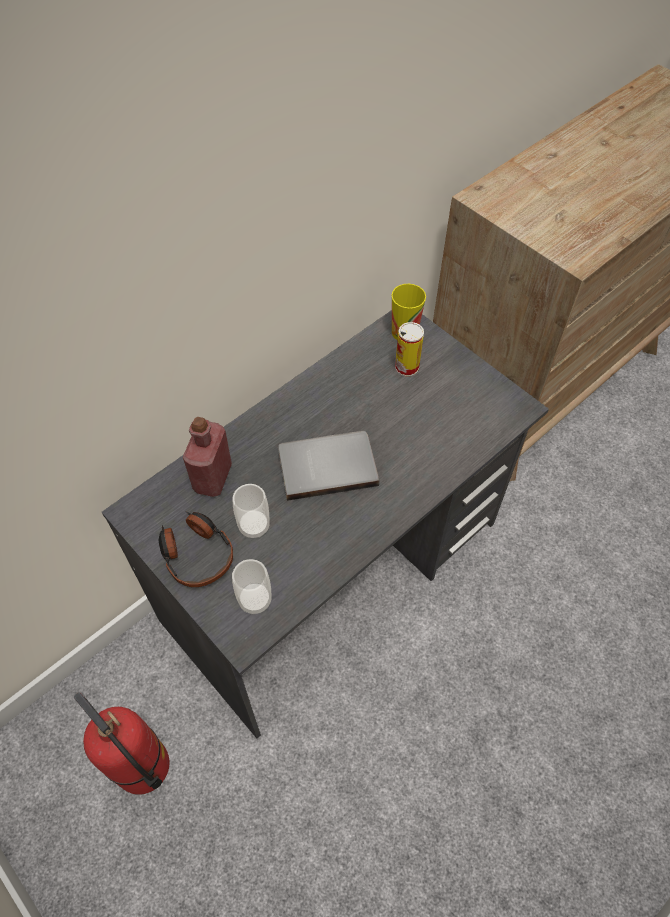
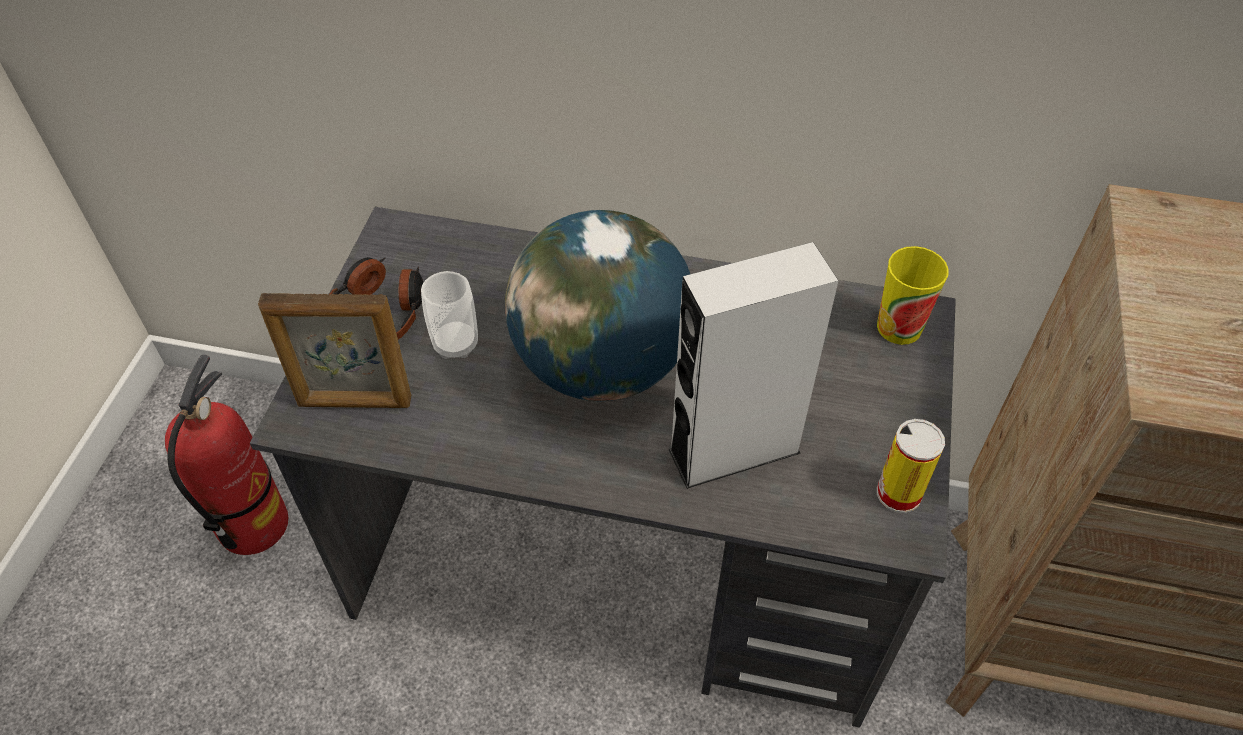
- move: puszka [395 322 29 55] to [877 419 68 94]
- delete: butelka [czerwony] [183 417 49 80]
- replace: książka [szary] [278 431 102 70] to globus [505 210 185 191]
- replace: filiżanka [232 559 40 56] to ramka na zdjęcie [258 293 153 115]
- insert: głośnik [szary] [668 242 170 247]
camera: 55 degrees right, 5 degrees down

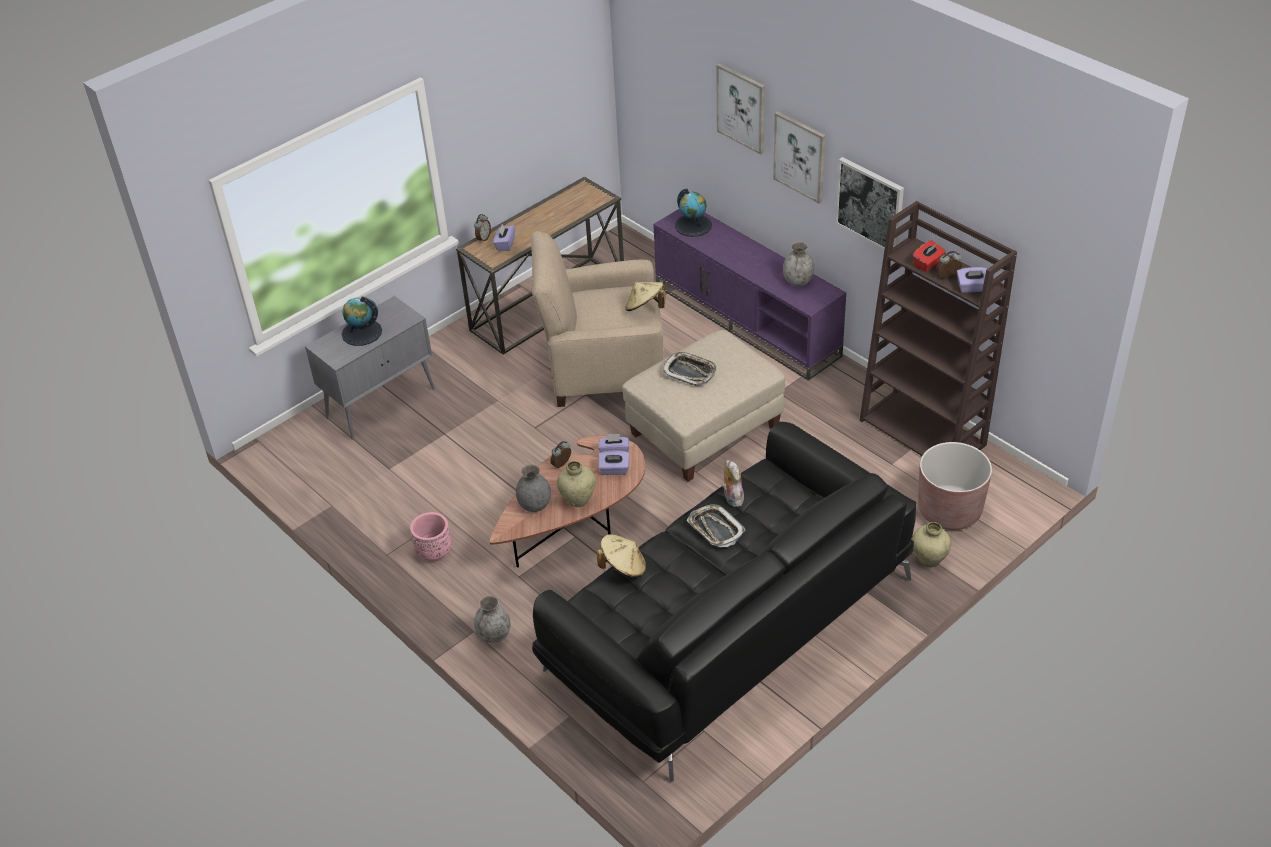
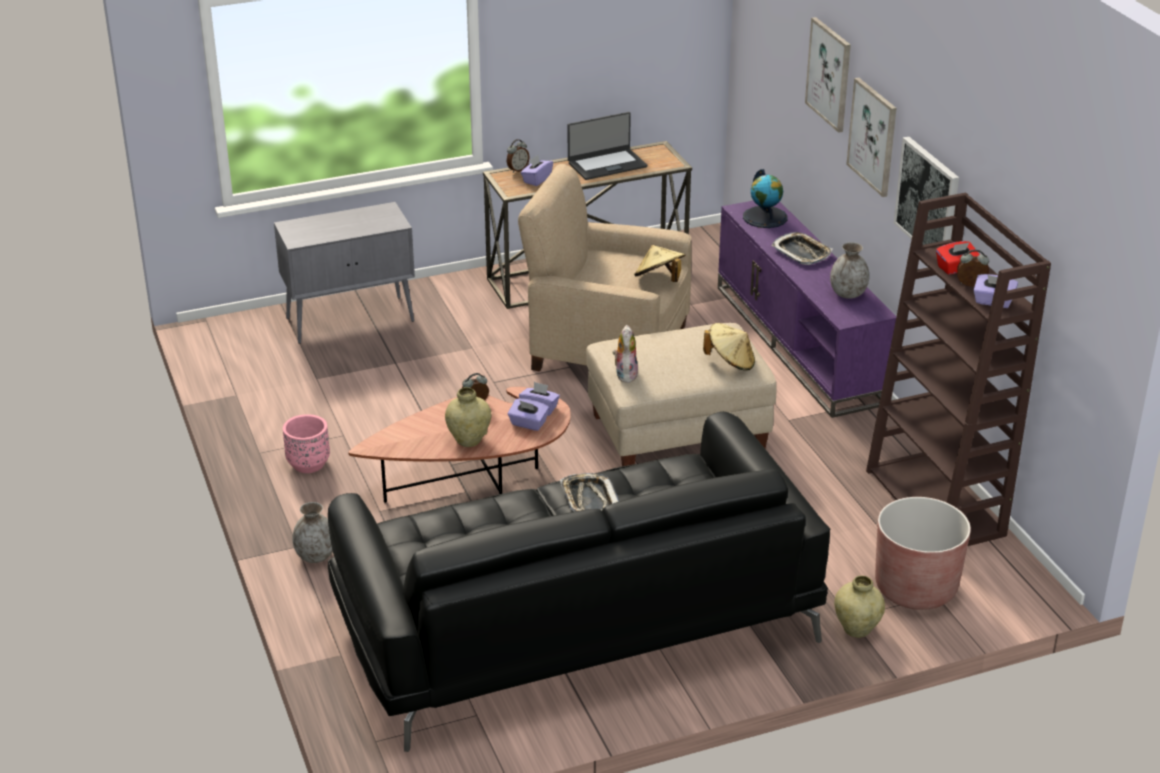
- delete: globus [342 296 40 50]
- move: taca [663 352 54 34] to [771 232 61 33]
- move: pluszak [722 460 24 47] to [613 325 25 58]
- delete: wazon [szary] [516 464 35 48]
- move: kapelusz [beżowy] [597 534 49 43] to [703 323 52 48]
- insert: laptop [568 112 79 68]
camera: 20 degrees right, 10 degrees down

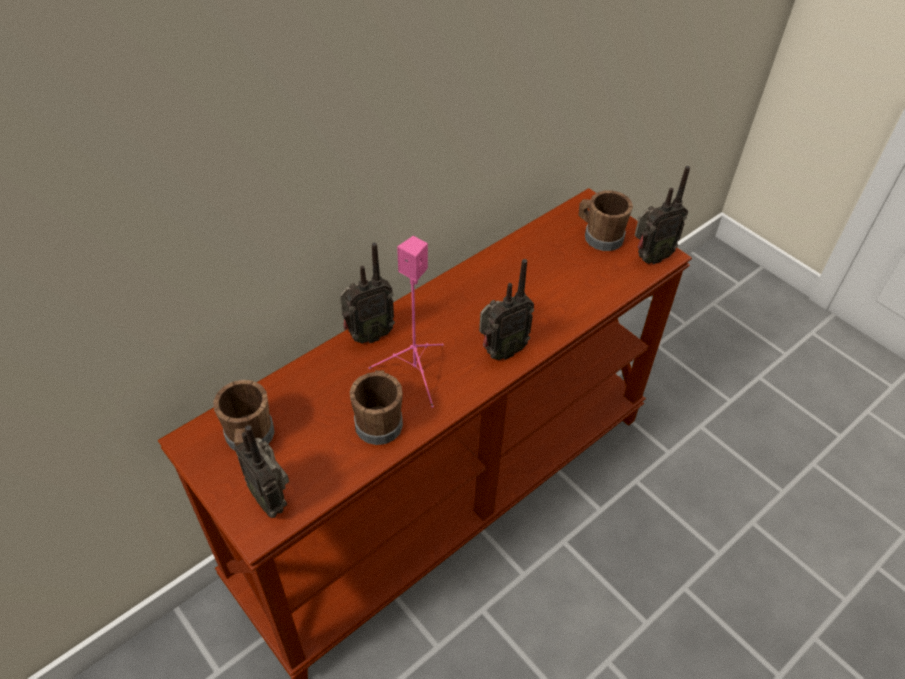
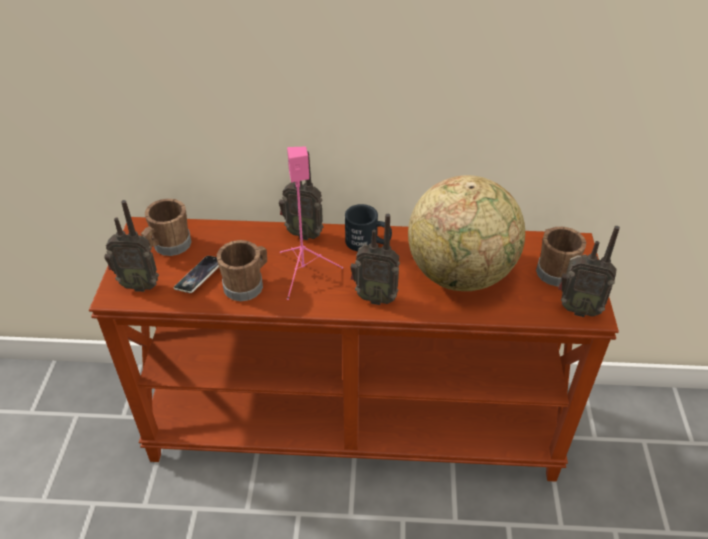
- rotate: radio [234 425 55 93] = [104 200 55 92] 90 degrees counterclockwise
- insert: globus [408 175 117 116]
- insert: kubek [czarny] [345 204 47 47]
- insert: telefon [174 256 45 37]
camera: 45 degrees right, 5 degrees down

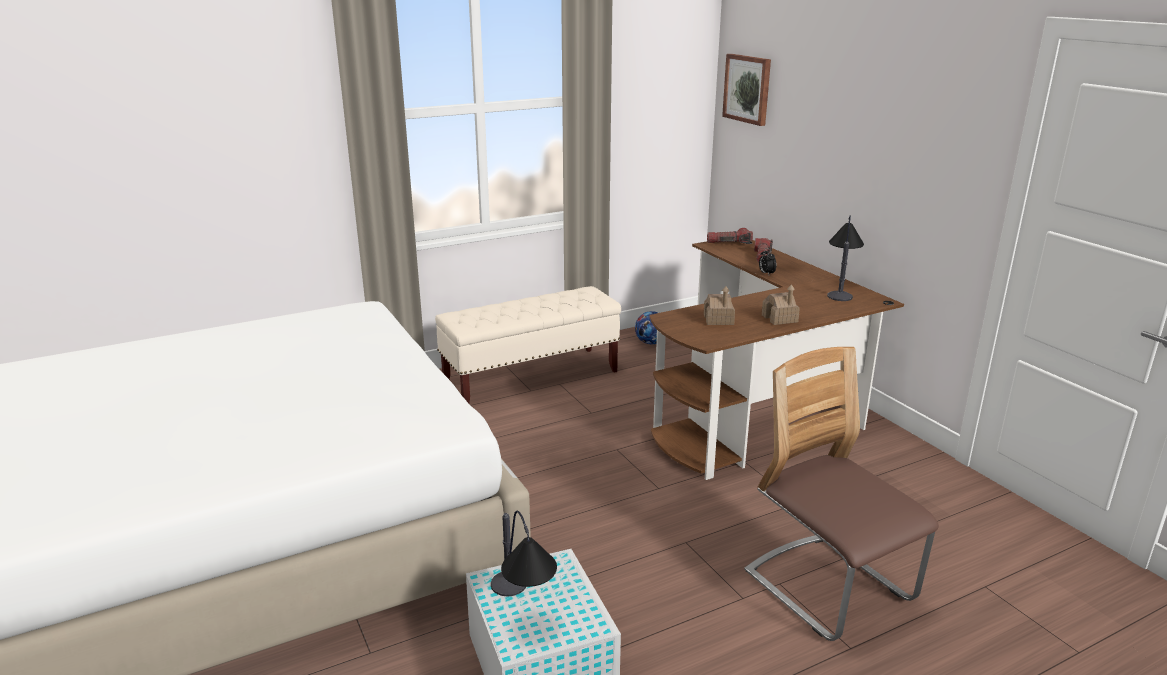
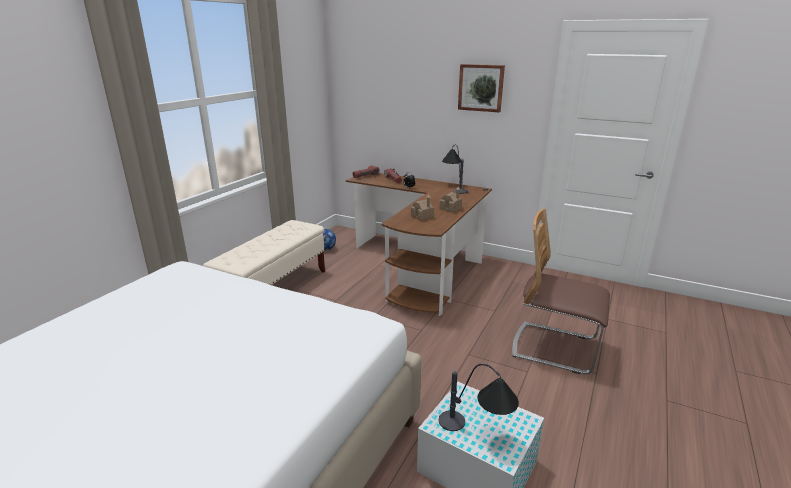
- move: obraz [722 54 49 72] to [458 64 47 48]
camera: 35 degrees left, 0 degrees up

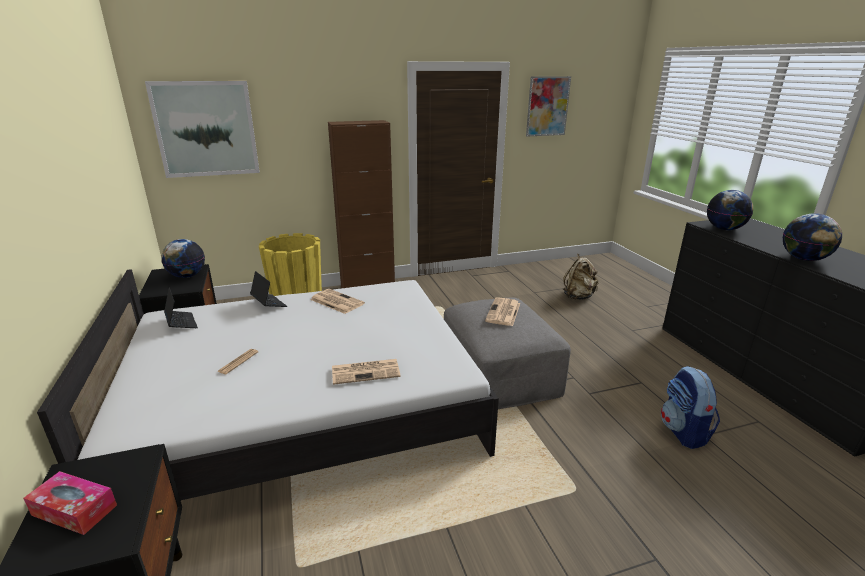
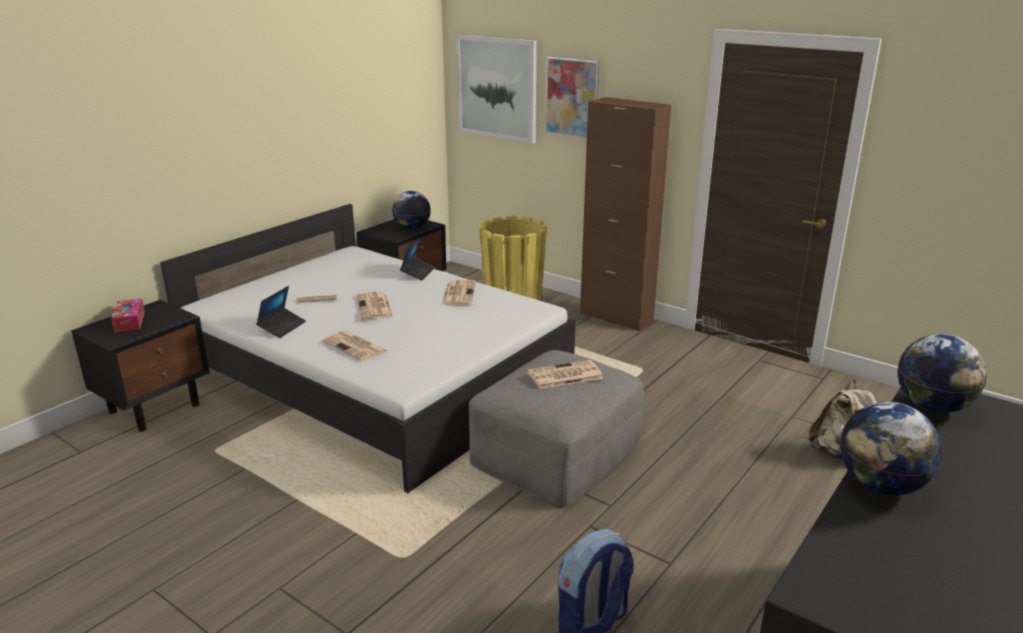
- move: obraz [526 76 45 61] to [546 56 54 84]
- move: laptop [164 287 34 41] to [256 286 50 52]
- insert: gazeta [356 291 37 28]
camera: 55 degrees right, 0 degrees up

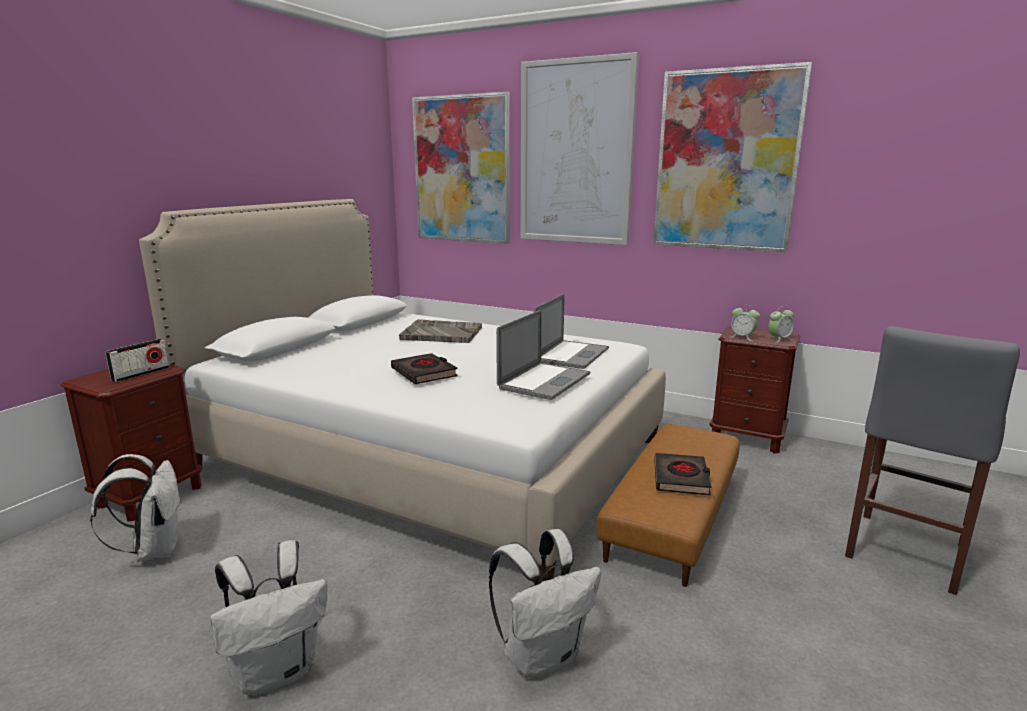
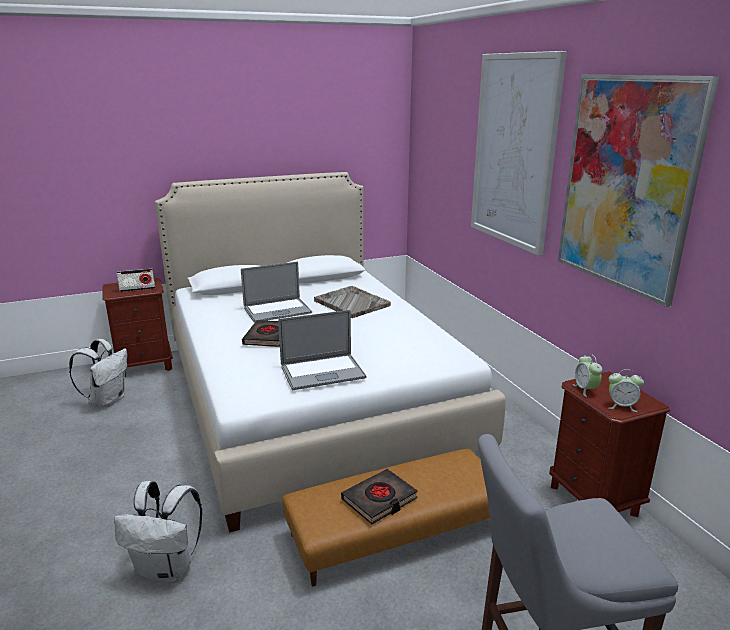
- delete: obraz [412 92 98 152]
- move: laptop [534 294 75 75] to [241 261 71 62]
- delete: plecak [biały] [210 540 117 156]
camera: 40 degrees right, 5 degrees up

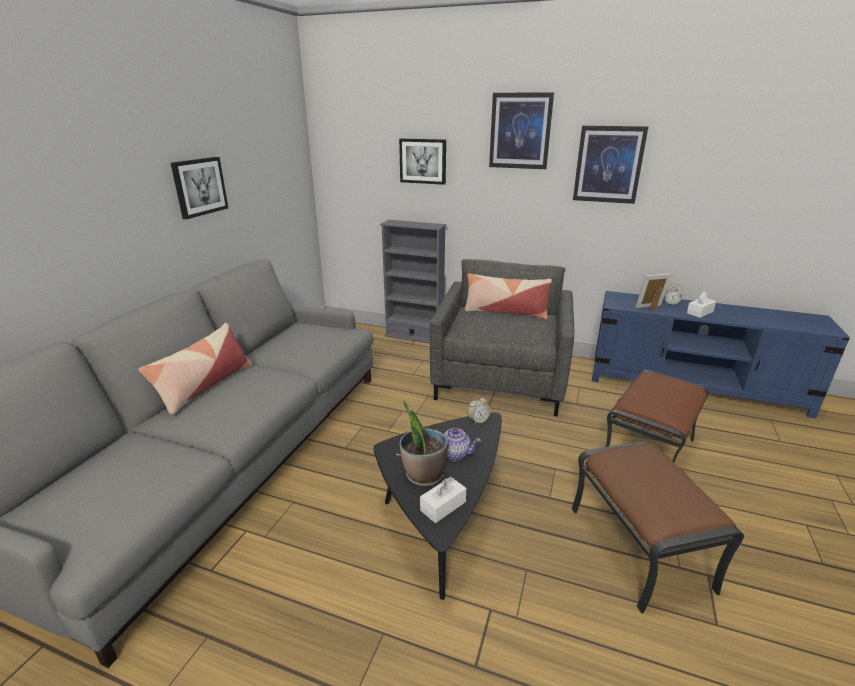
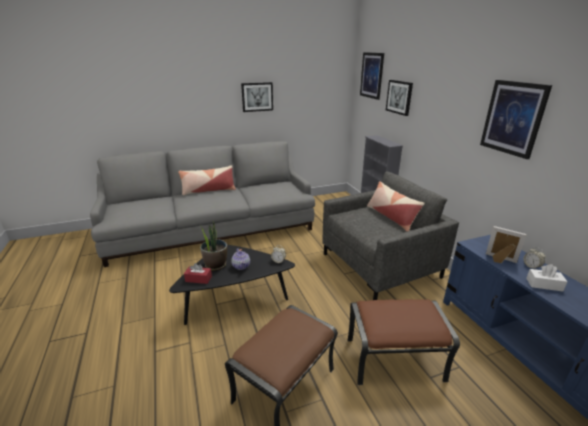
- move: obraz [489 92 65 77] to [360 52 24 48]
- recolor: pudełko chusteczek [biały] [420 477 46 46] to pudełko chusteczek [czerwony] [184 263 28 21]
camera: 50 degrees right, 0 degrees up

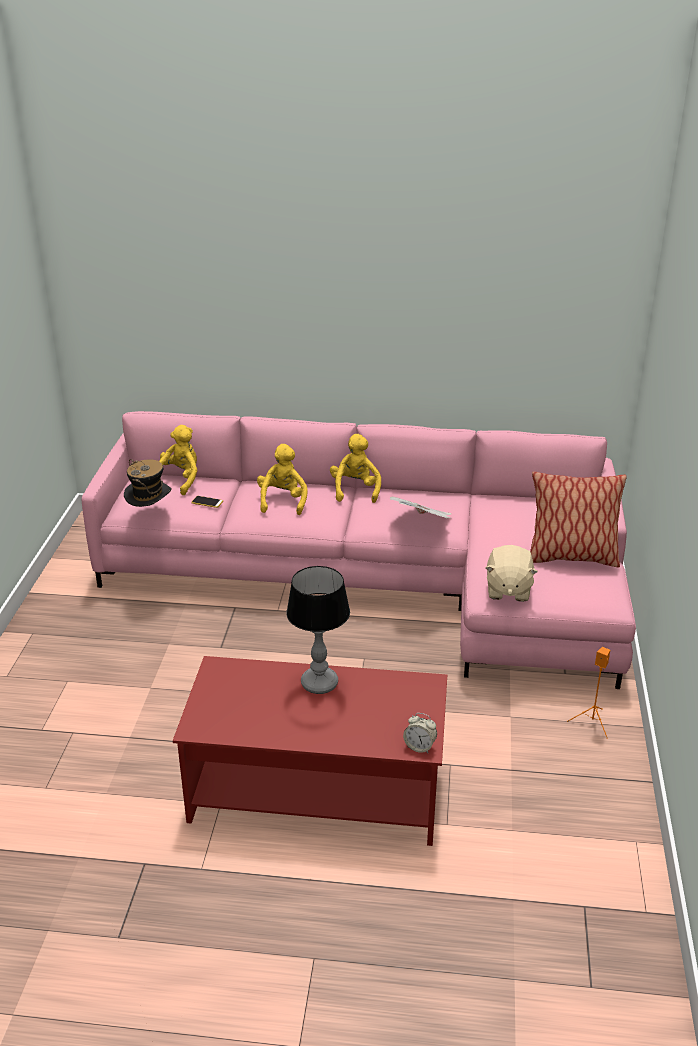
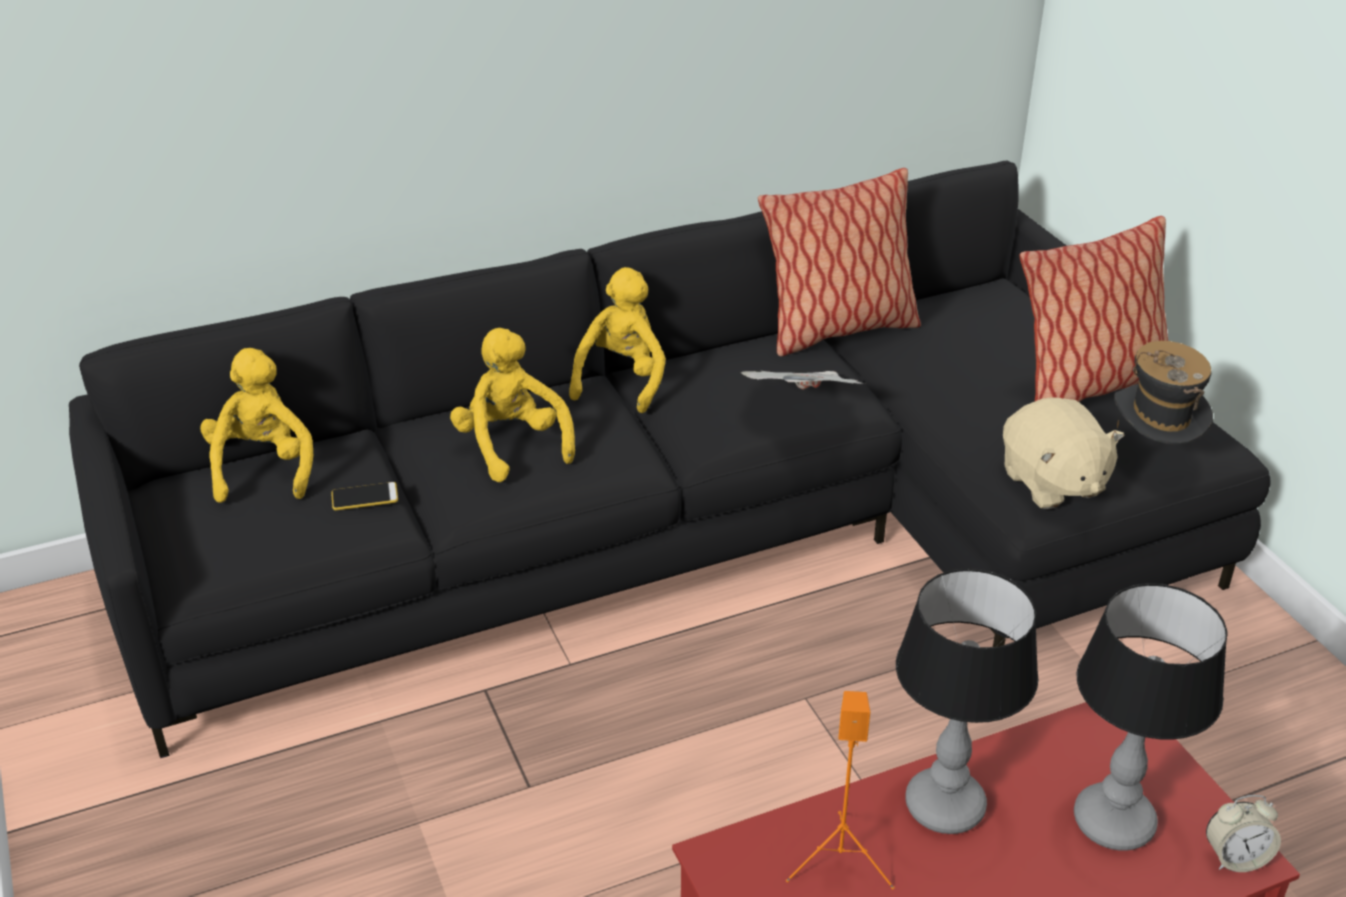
- recolor: kanapa [różowy] [82 411 554 278] to kanapa [czarny] [69 161 1201 597]
- rotate: pluszak [żółty] [330 434 51 69] = [569 267 97 146] 45 degrees clockwise
- move: kapelusz [124 459 47 48] to [1114 341 99 103]
- move: głośnik [pomarańczowy] [567 647 43 92] to [786 691 109 198]
- insert: poduszka [758 168 163 188]
- insert: lampa stołowa [1074 583 154 268]
camera: 30 degrees left, 5 degrees up

